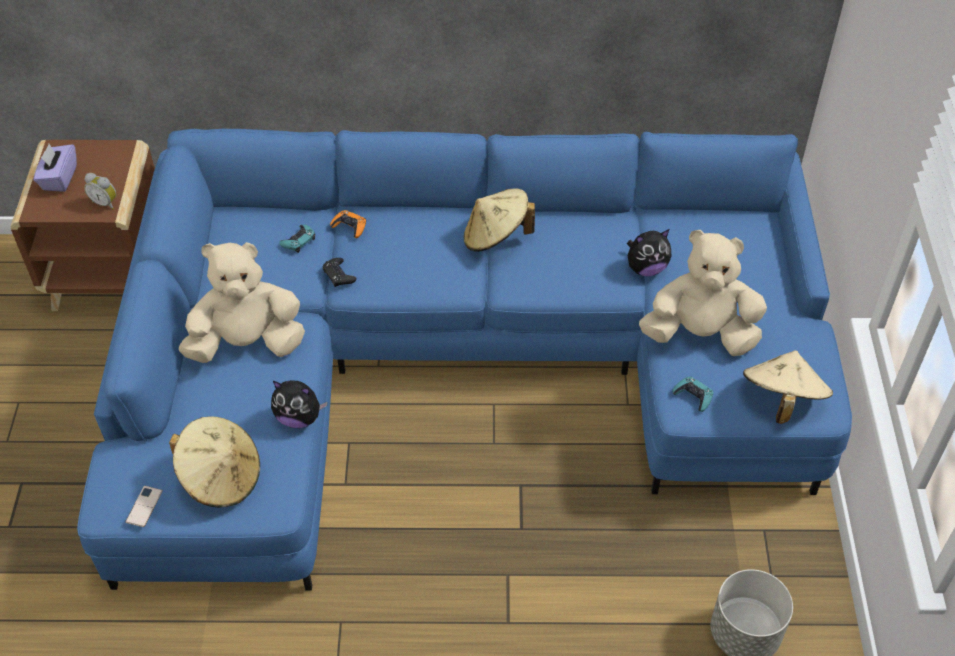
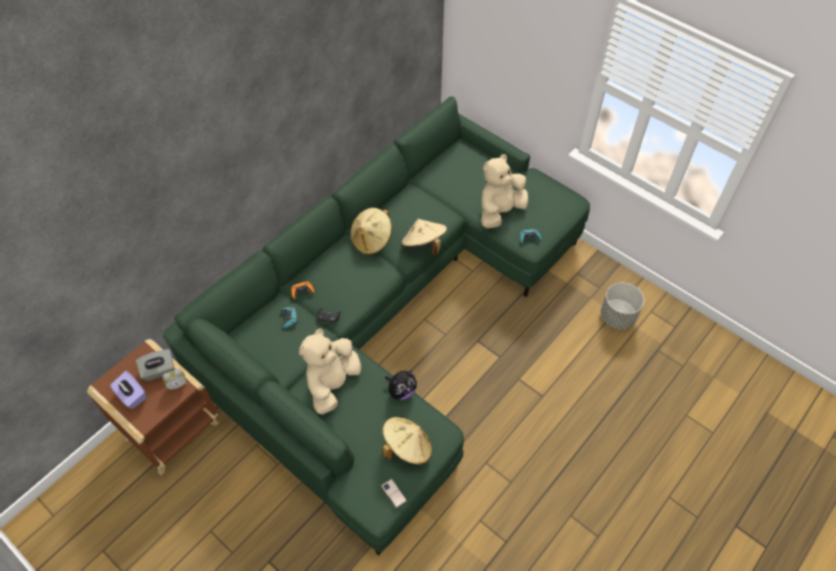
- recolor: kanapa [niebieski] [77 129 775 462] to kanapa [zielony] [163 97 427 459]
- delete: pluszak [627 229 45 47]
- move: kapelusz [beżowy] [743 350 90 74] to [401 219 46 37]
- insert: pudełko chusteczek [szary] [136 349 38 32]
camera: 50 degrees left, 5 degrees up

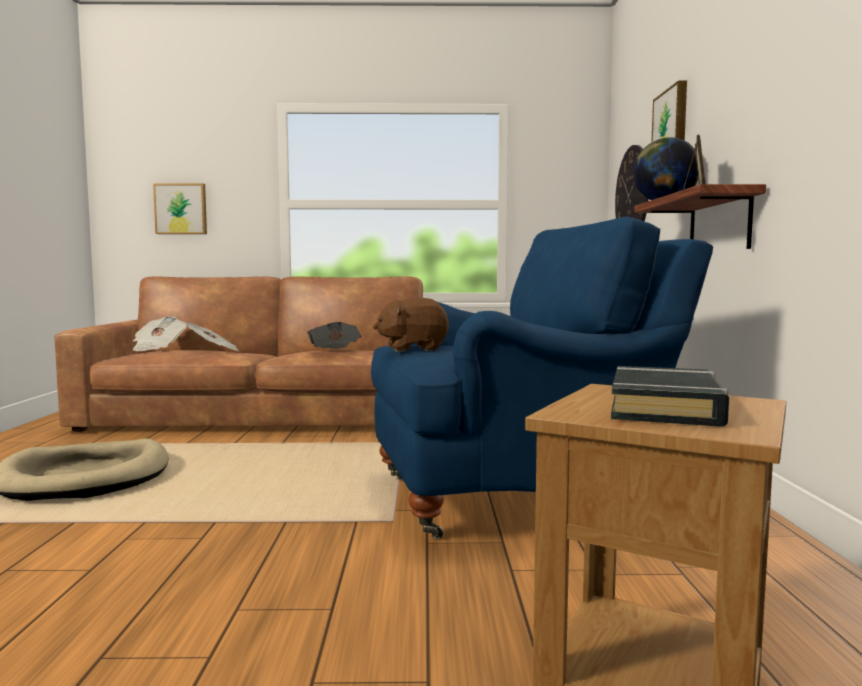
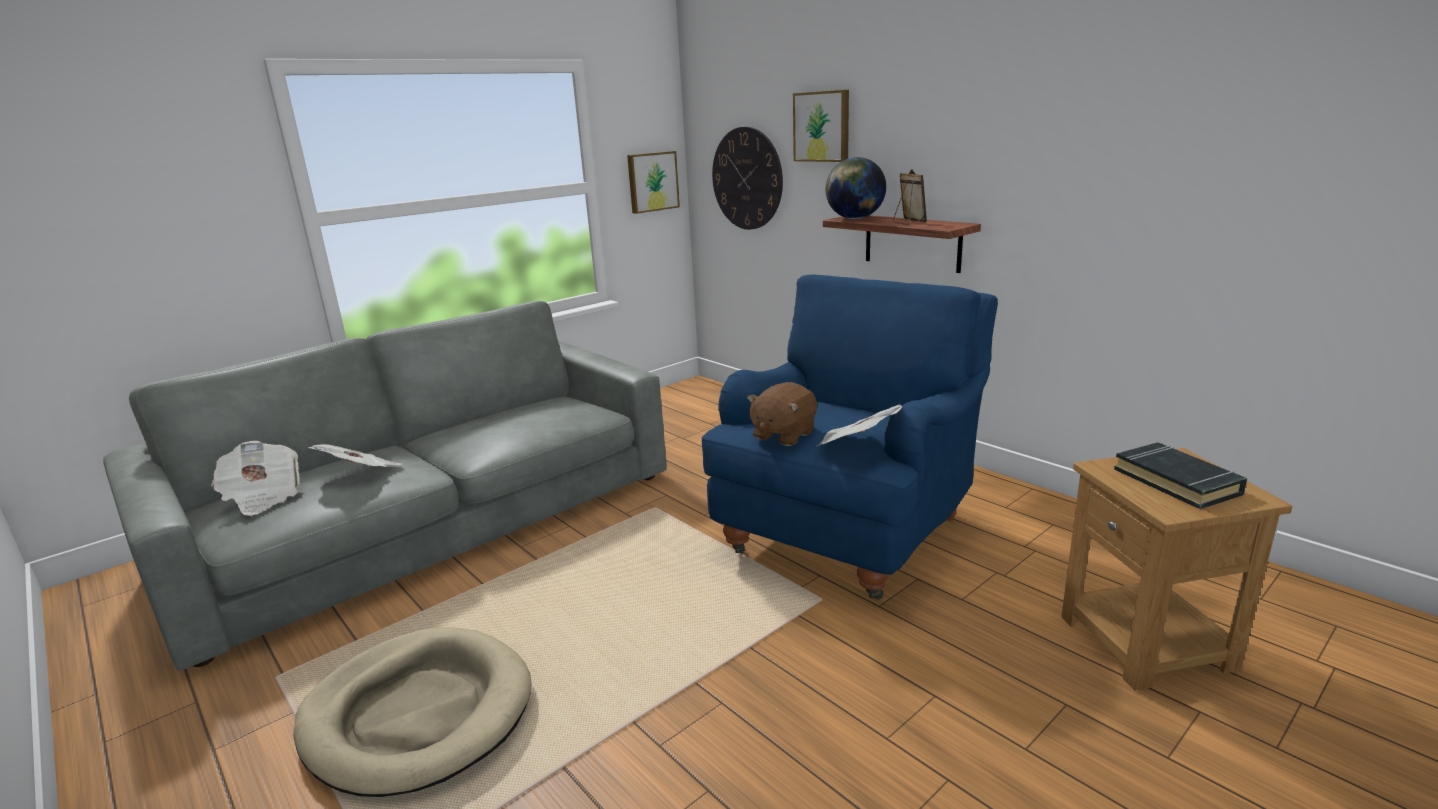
- move: obraz [153 183 54 51] to [627 151 53 63]
- recolor: kanapa [brązowy] [54 277 369 155] to kanapa [szary] [103 301 564 370]
- move: gazeta [307 322 55 27] to [817 404 85 42]
camera: 40 degrees left, 15 degrees up

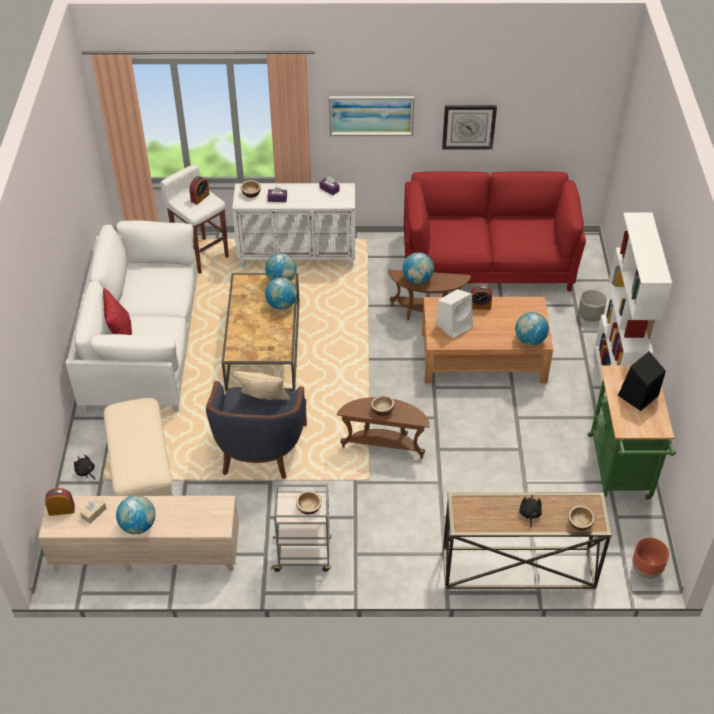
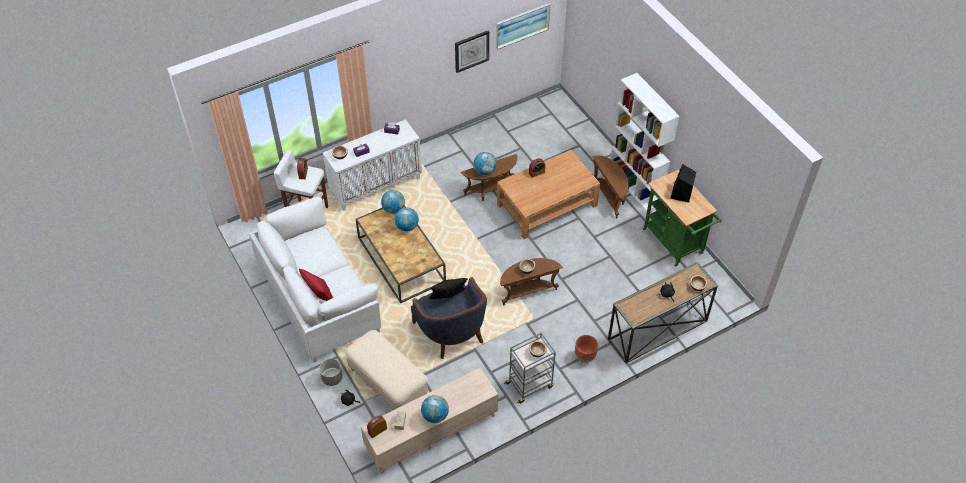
- move: obraz [329 96 85 40] to [496 3 54 47]
- delete: kanapa [czerwony] [404 171 182 120]
- delete: głośnik [biały] [436 289 37 50]
- move: donica [szary] [578 290 29 32] to [319 359 24 27]
- delete: globus [515 312 34 33]
- recolor: poduszka [beżowy] [232 371 58 29] to poduszka [czarny] [429 278 39 21]
- move: donica [brązowy] [632 538 37 41] to [575 335 23 27]
- insert: stolik [brązowy] [592 155 37 64]
camera: 30 degrees left, 5 degrees up

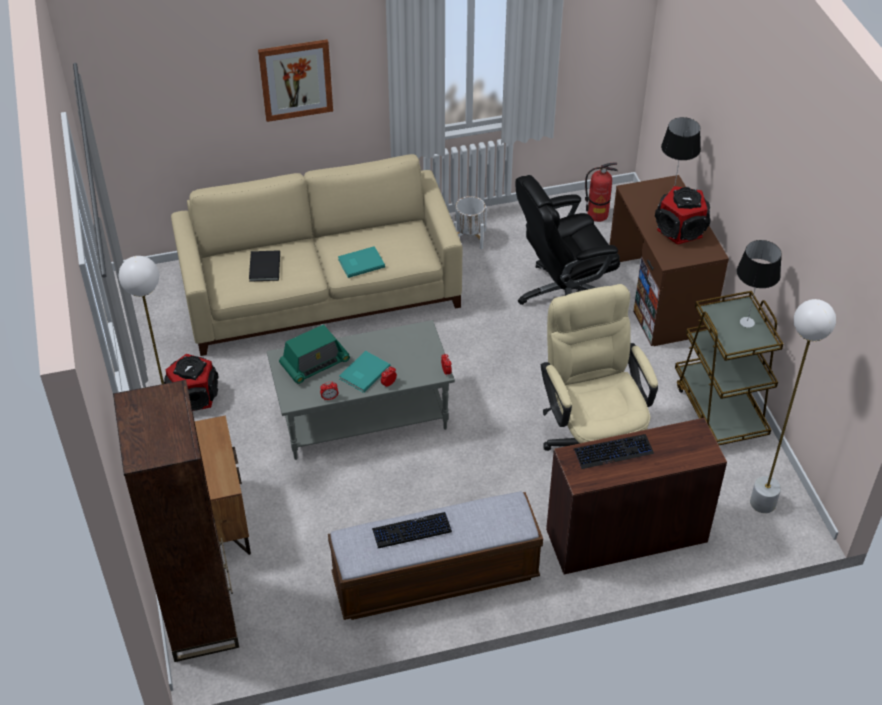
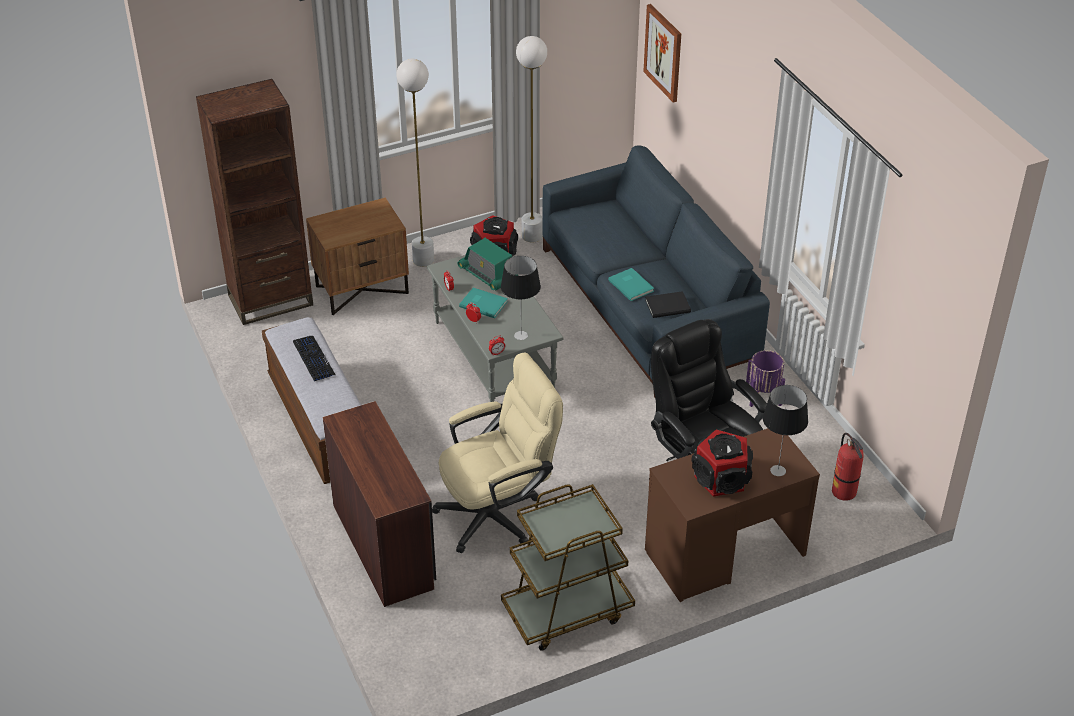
- move: obraz [258 39 75 83] to [643 4 38 98]
- recolor: kanapa [beżowy] [171 154 291 202] to kanapa [niebieski] [543 146 227 252]
- recolor: donica [biały] [454 196 33 53] to donica [fioletowy] [746 350 39 57]
- move: lampa stołowa [737 240 44 88] to [501 256 40 84]
- move: książka [czarny] [249 250 31 32] to [645 291 46 27]
- move: lampa stojąca [biały] [750 299 86 214] to [516 36 31 206]
- delete: klawiatura [574 434 80 35]
camera: 80 degrees right, 5 degrees down

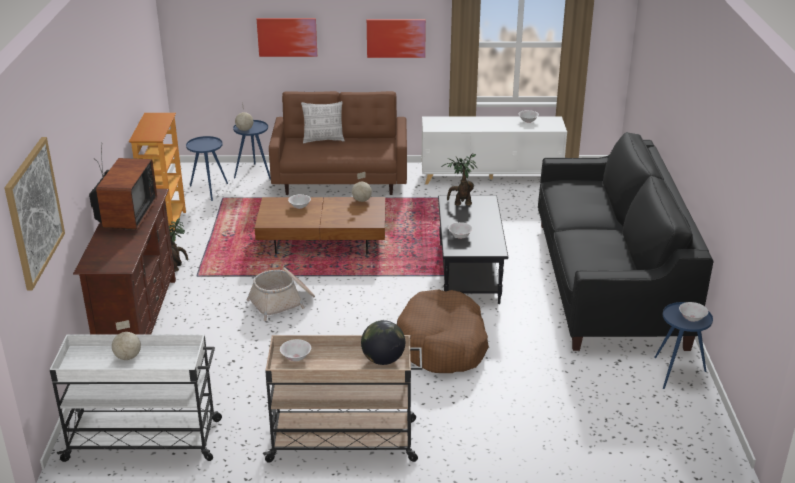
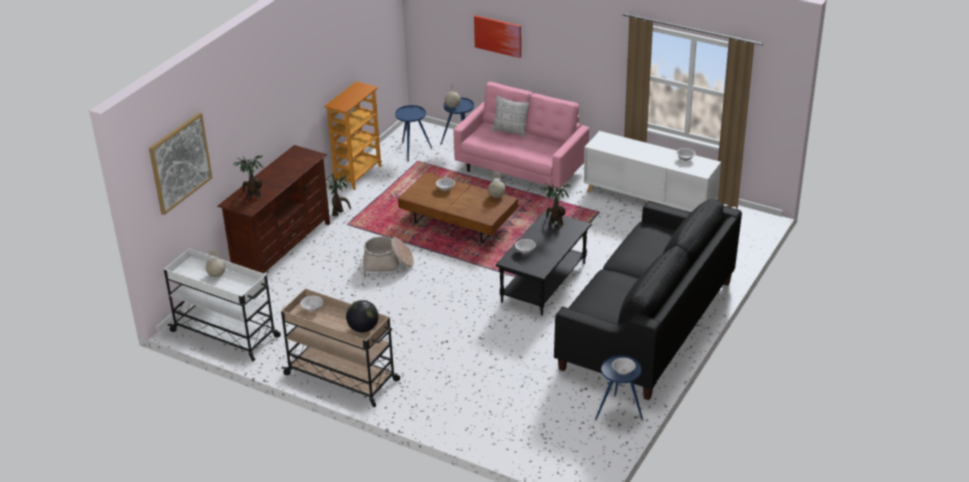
- delete: obraz [367 19 59 39]
- recolor: kanapa [brązowy] [269 91 138 104] to kanapa [różowy] [454 82 135 110]
- delete: telewizor [89 145 68 85]
- delete: legowisko [brązowy] [397 290 92 83]
- insert: roślina doniczkowa [233 155 30 44]
camera: 30 degrees right, 5 degrees up

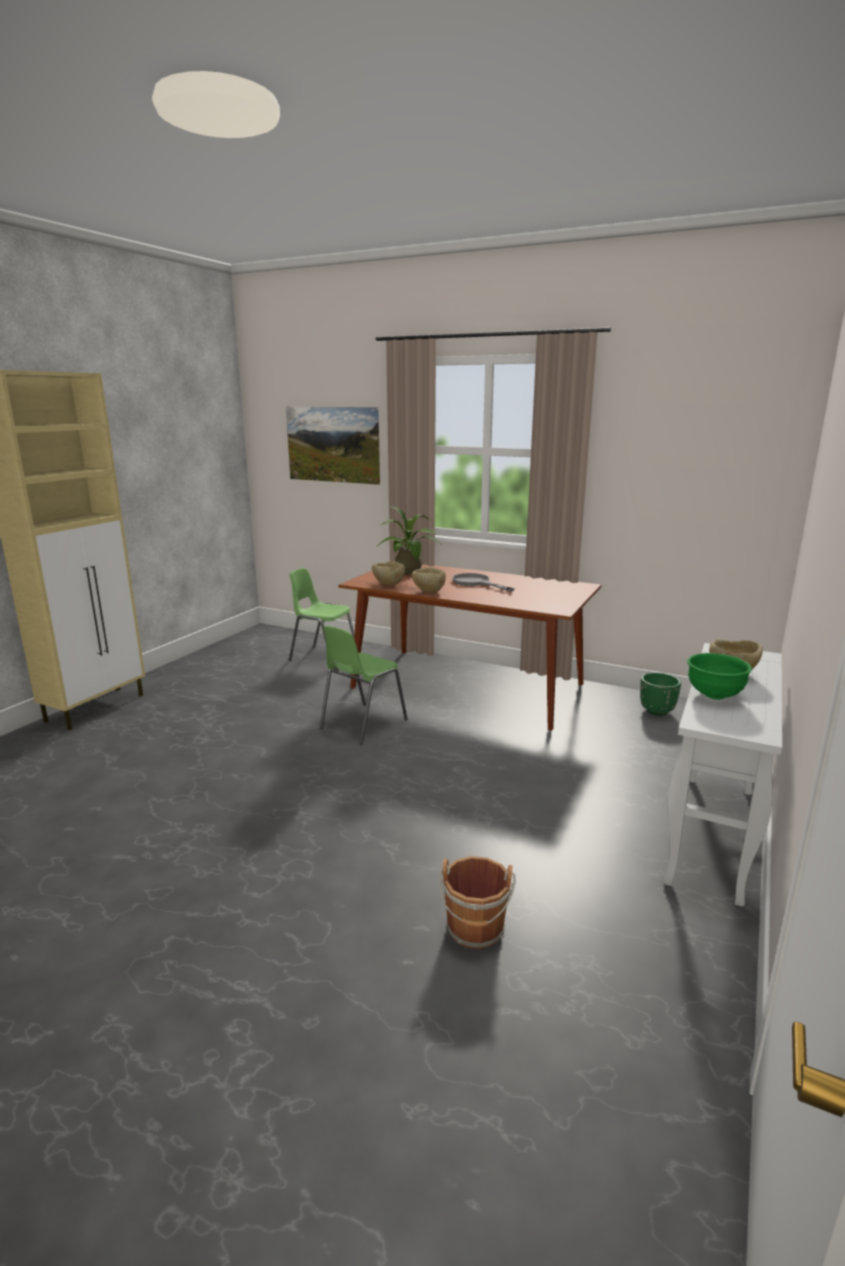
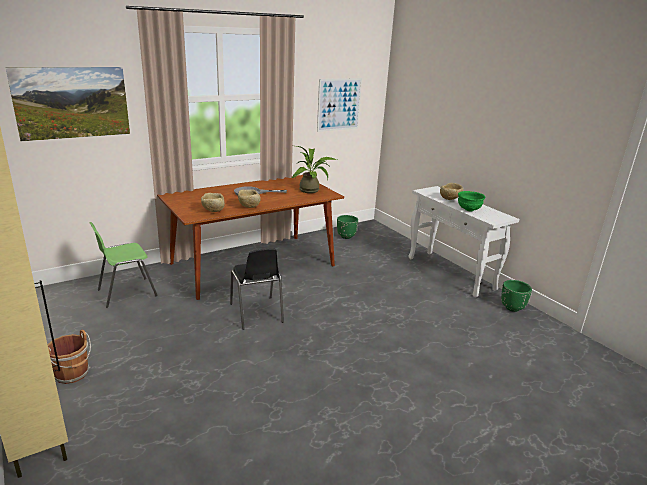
- move: roślina doniczkowa [377 506 65 68] to [292 146 45 47]
- recolor: krzesło [zielony] [320 626 88 118] to krzesło [czarny] [230 249 54 81]
- move: wiadro [brązowy] [438 856 78 93] to [47 330 44 54]
- insert: obraz [317 78 45 54]
- insert: donica [zielony] [501 280 31 32]
camera: 60 degrees left, 5 degrees up

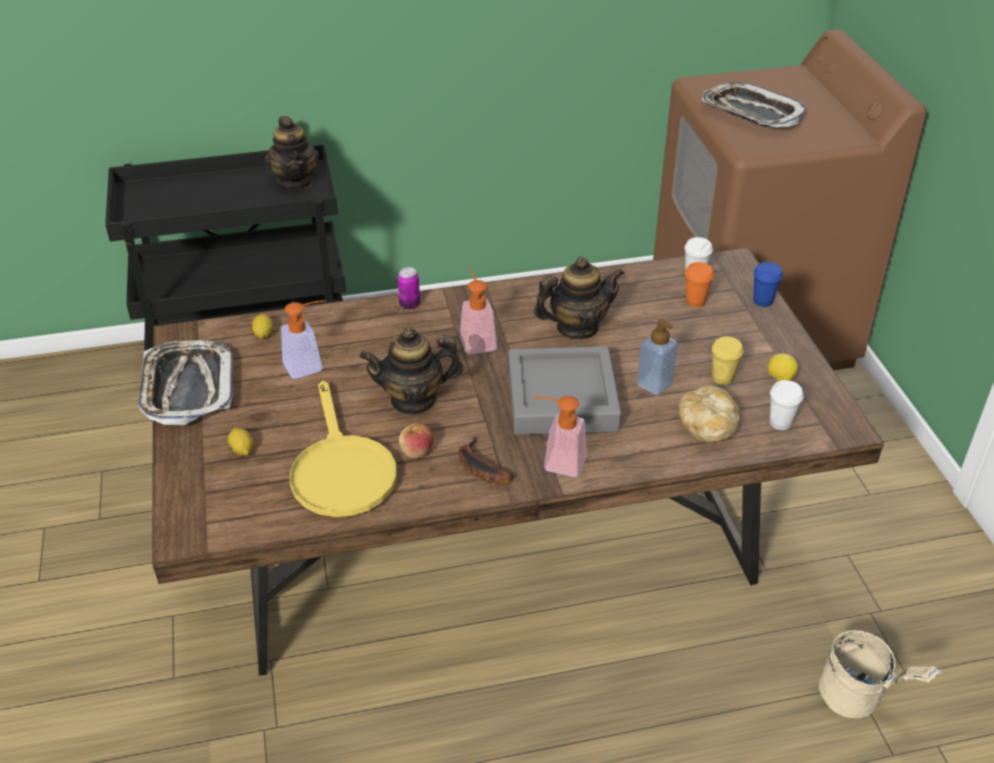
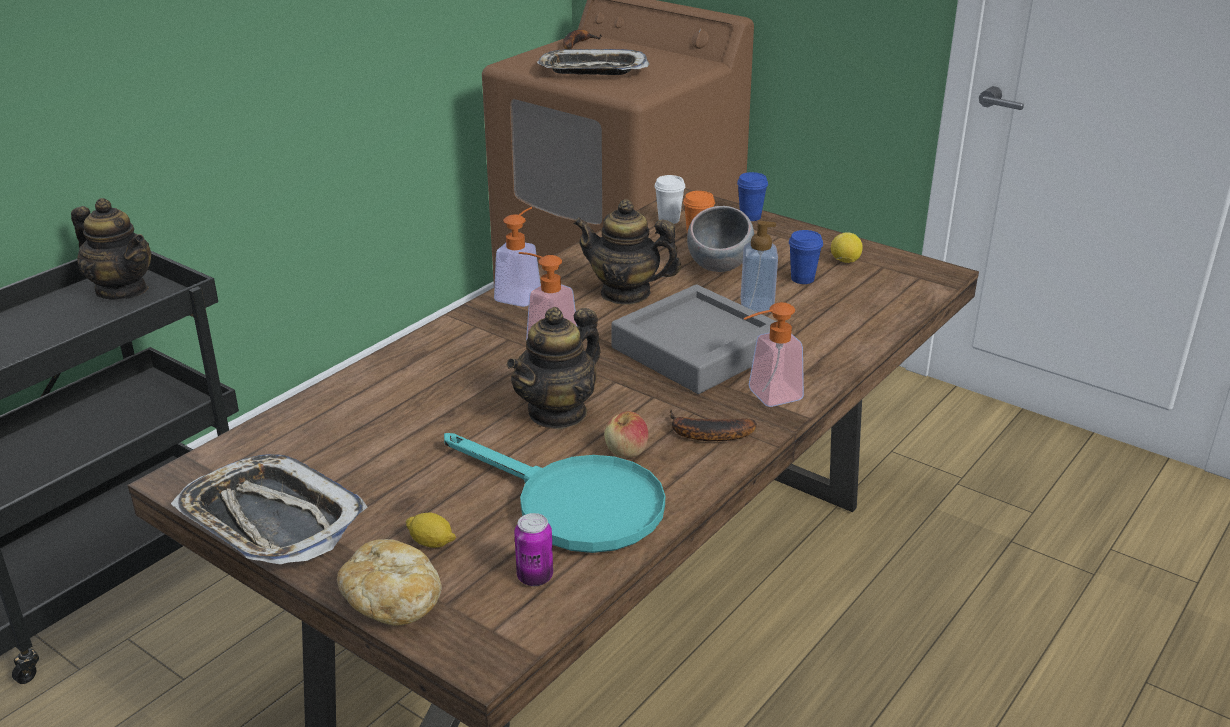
- rotate: imbryk [533 256 92 83] = [573 199 108 106] 105 degrees counterclockwise
- move: puszka [397 267 23 42] to [514 513 39 73]
- move: dozownik mydła [281 300 45 79] to [494 207 47 100]
- delete: cytryna [252 314 21 25]
- recolor: filiżanka [żółty] [712 336 31 49] to filiżanka [niebieski] [789 230 34 54]
- delete: filiżanka [biały] [770 380 33 50]
- recolor: patelnia [żółty] [290 381 107 136] to patelnia [turkusowy] [444 433 221 120]
- move: chleb [679 385 61 58] to [337 539 105 87]
- delete: wiadro [beżowy] [819 630 123 89]
- insert: banan [563 30 39 19]
- insert: miska [szary] [687 206 67 66]
camera: 40 degrees left, 10 degrees down

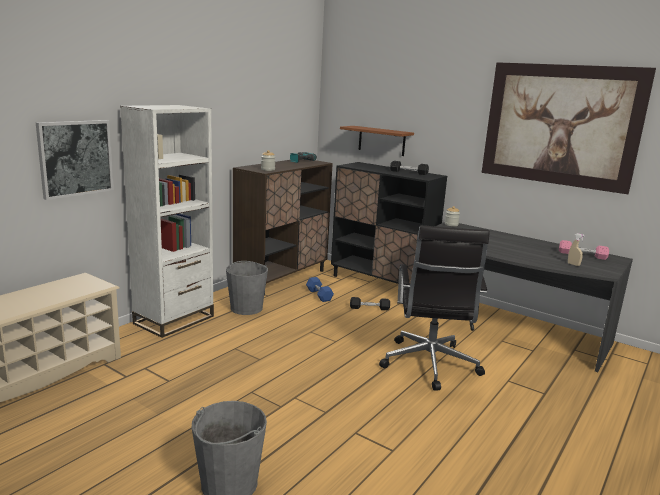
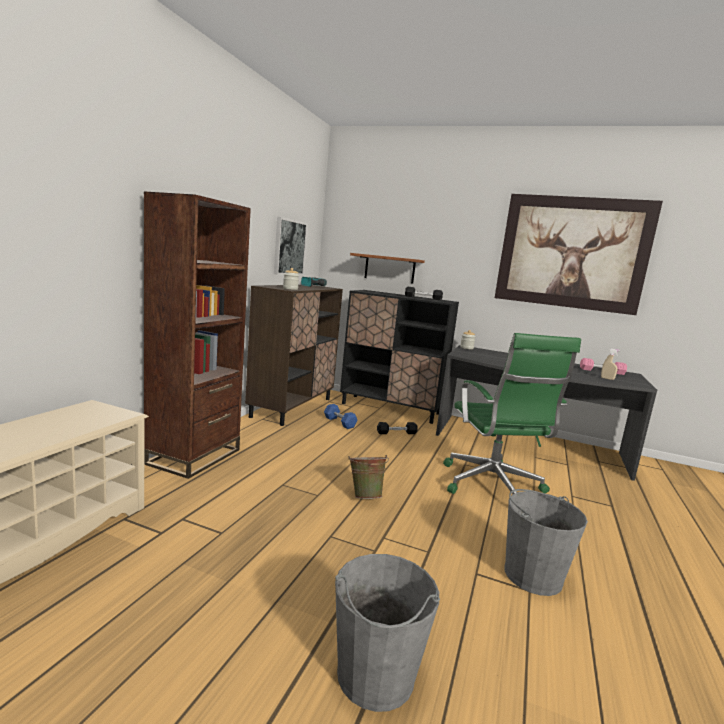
- recolor: regał [biały] [120 105 94 233] to regał [brązowy] [144 191 107 288]
- move: obraz [36 120 78 80] to [274 217 34 58]
- recolor: krzesło biurowe [czarny] [379 225 111 166] to krzesło biurowe [zielony] [443 333 138 161]
- move: wiadro [szary] [226 261 42 54] to [505 489 83 107]
- insert: wiadro [zielony] [348 455 41 44]
camera: 15 degrees left, 5 degrees down

